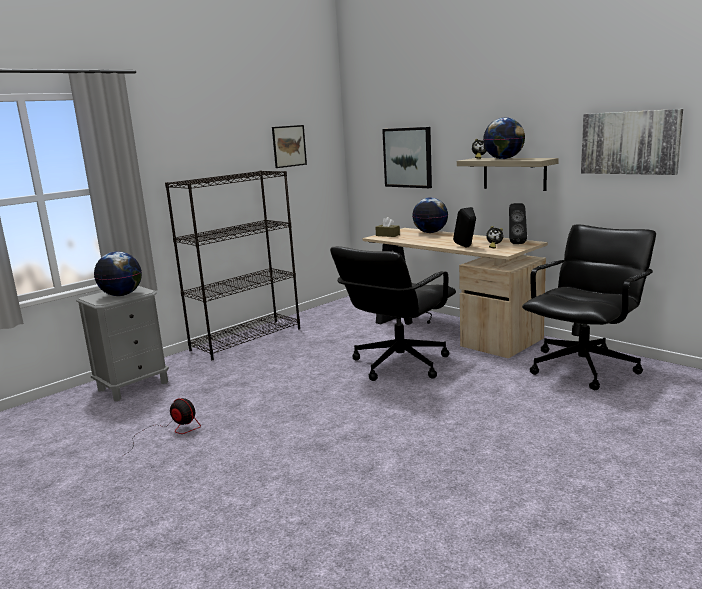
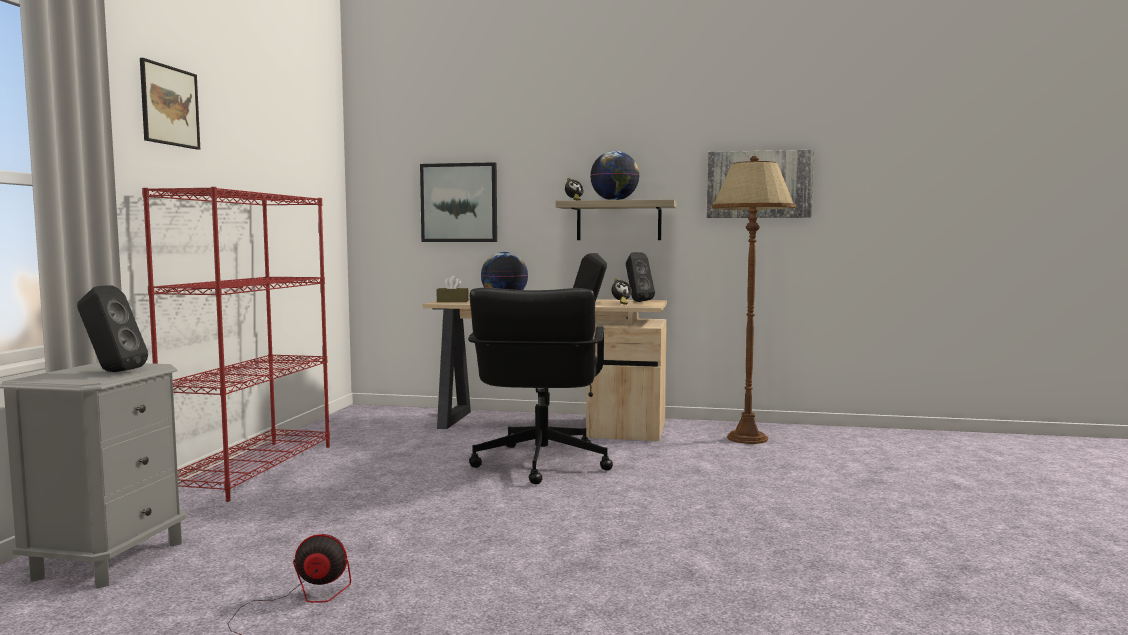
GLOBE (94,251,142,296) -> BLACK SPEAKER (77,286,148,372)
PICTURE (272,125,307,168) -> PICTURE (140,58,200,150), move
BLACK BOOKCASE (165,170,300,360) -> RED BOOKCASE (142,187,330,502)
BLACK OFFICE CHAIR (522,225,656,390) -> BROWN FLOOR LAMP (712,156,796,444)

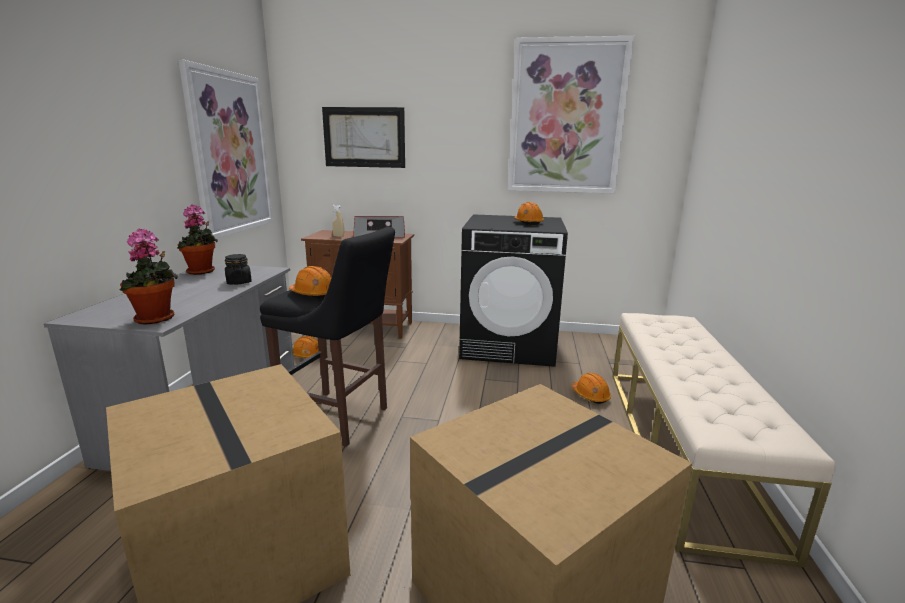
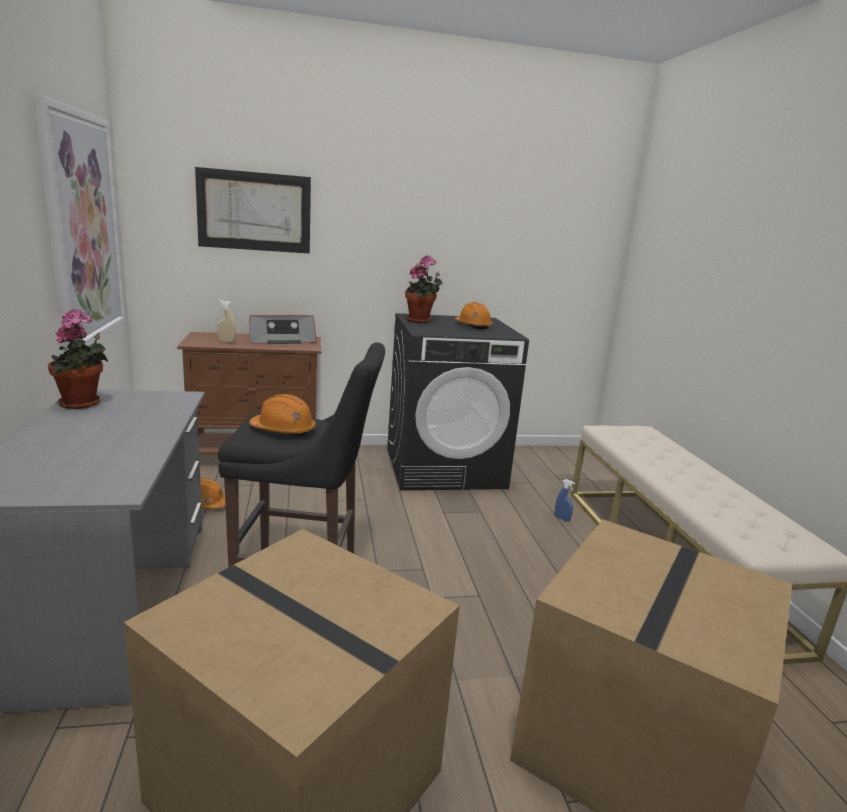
POTTED PLANT (119,229,178,325) -> POTTED PLANT (405,255,443,323), move
ORANGE HARD HAT (571,373,611,404) -> BLUE SPRAY BOTTLE (555,479,575,522)
BLACK JAR (224,254,252,284) -> none
PICTURE (508,36,634,194) -> none

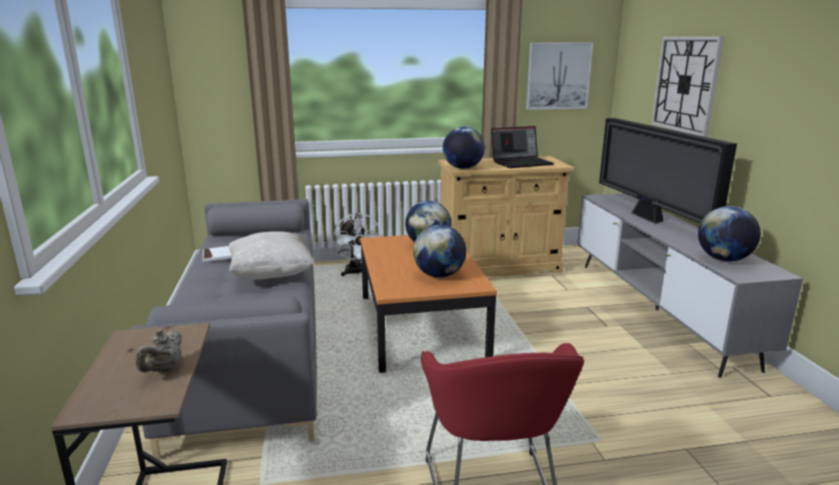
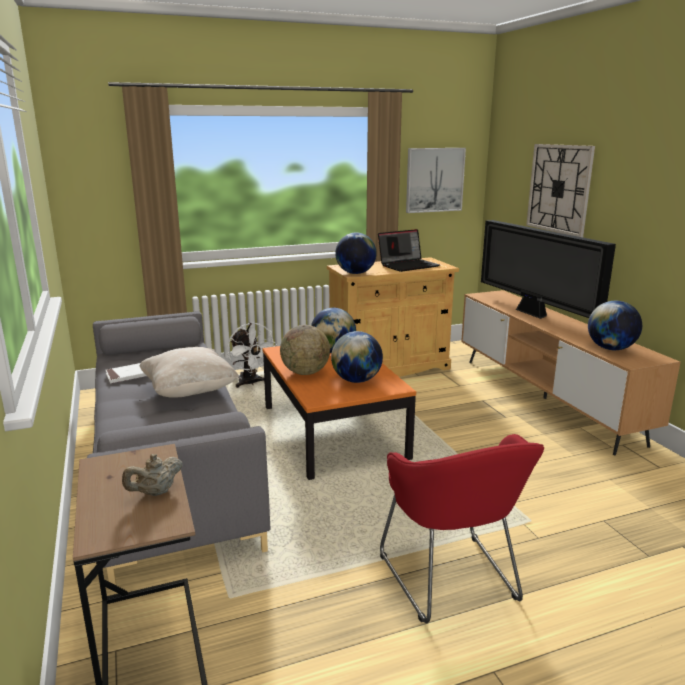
BEIGE TEAPOT (136,329,182,373) -> BEIGE TEAPOT (122,454,183,496), 45 degrees clockwise
none -> GLOBE (280,325,330,375)
GREY TV STAND (577,193,803,378) -> BROWN TV STAND (461,290,680,455)

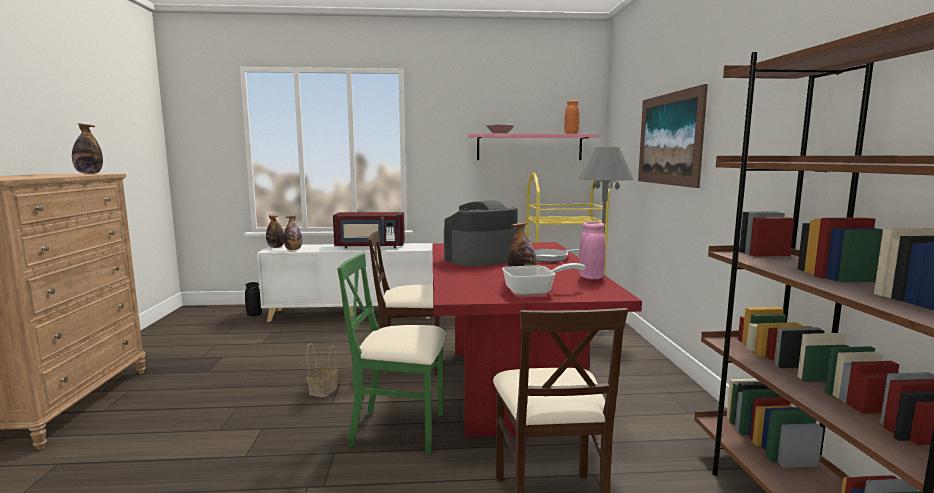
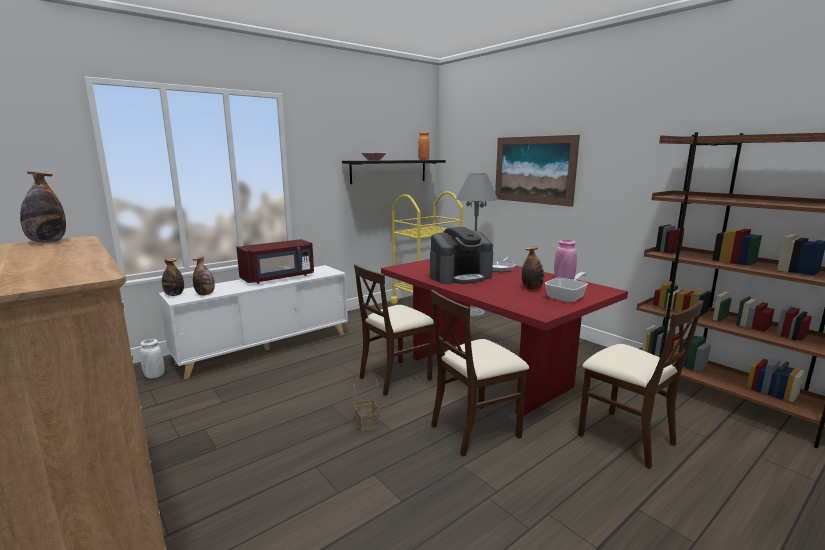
BLACK VASE (245,282,262,316) -> WHITE VASE (140,339,165,378)
PINK SHELF (468,133,600,160) -> BLACK SHELF (342,160,446,184)
COFFEE MACHINE (444,200,518,266) -> COFFEE MACHINE (430,227,493,284), 135 degrees counterclockwise
GREEN CHAIR (337,253,446,455) -> BEIGE CHAIR (431,290,529,457)

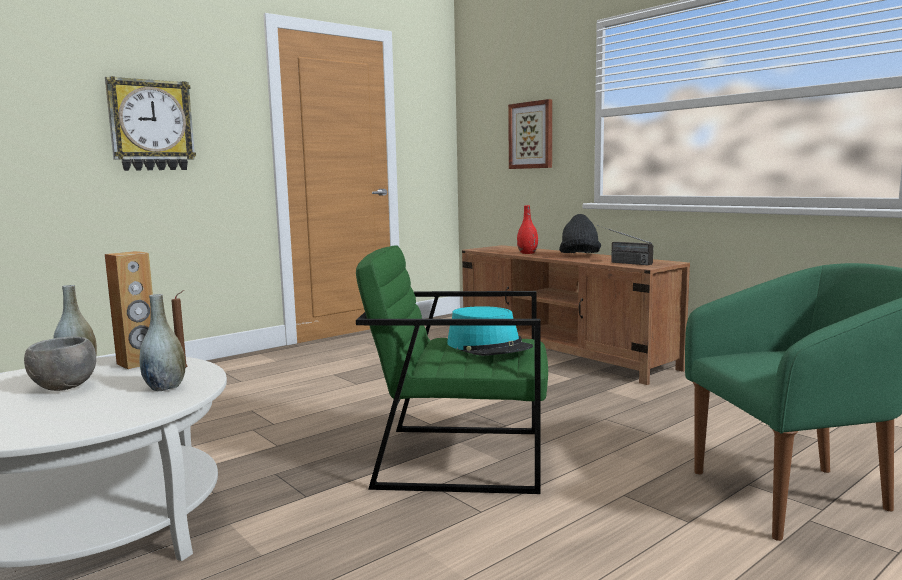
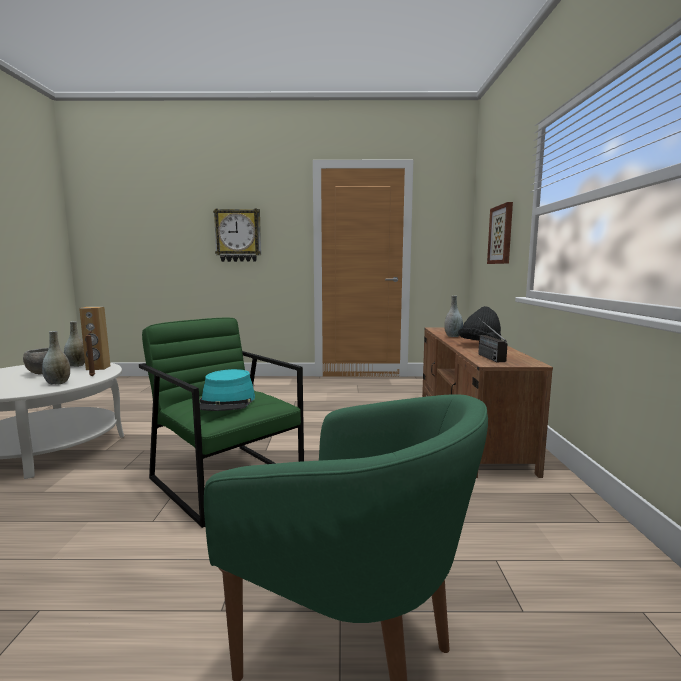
RED VASE (517,205,538,254) -> GREY VASE (444,296,463,337)

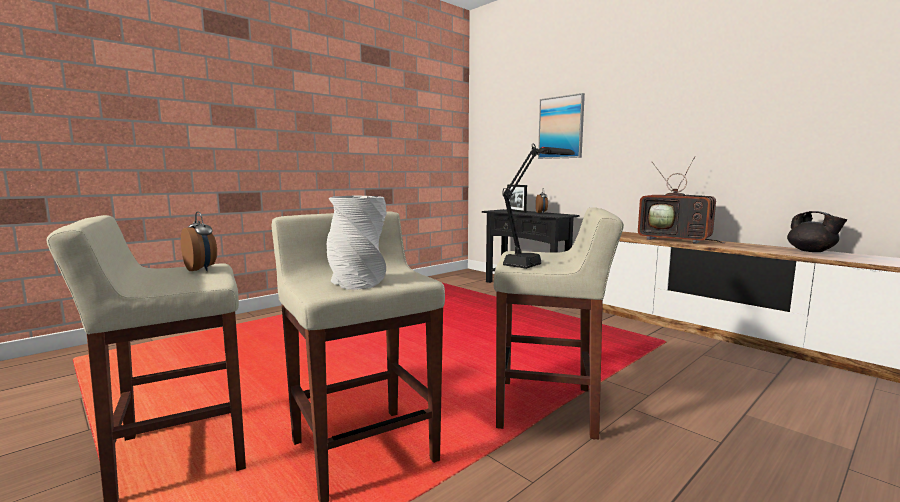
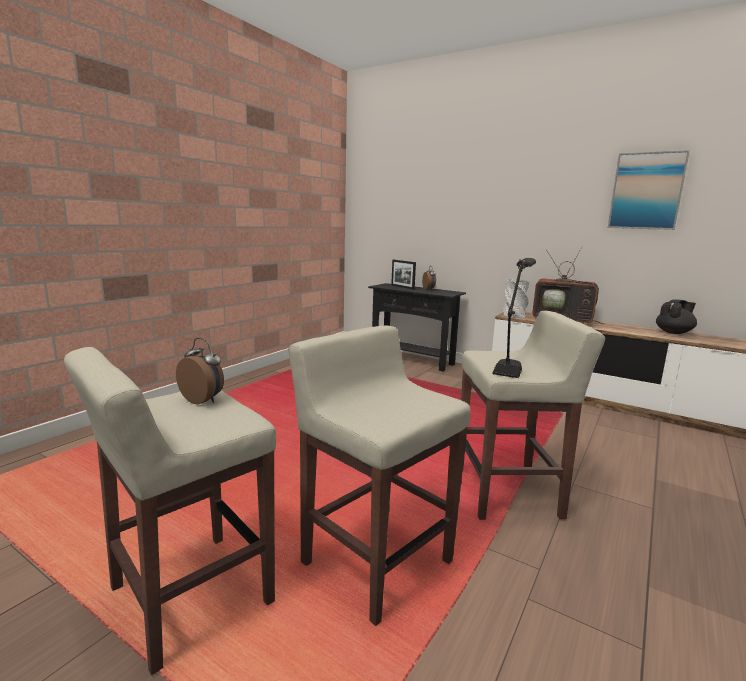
GREY VASE (327,195,387,290) -> GREY VASE (503,279,529,318), move
PICTURE (538,93,585,159) -> PICTURE (608,150,690,230), move
BLACK TEAPOT (787,211,848,252) -> BLACK TEAPOT (656,299,697,334), 75 degrees counterclockwise

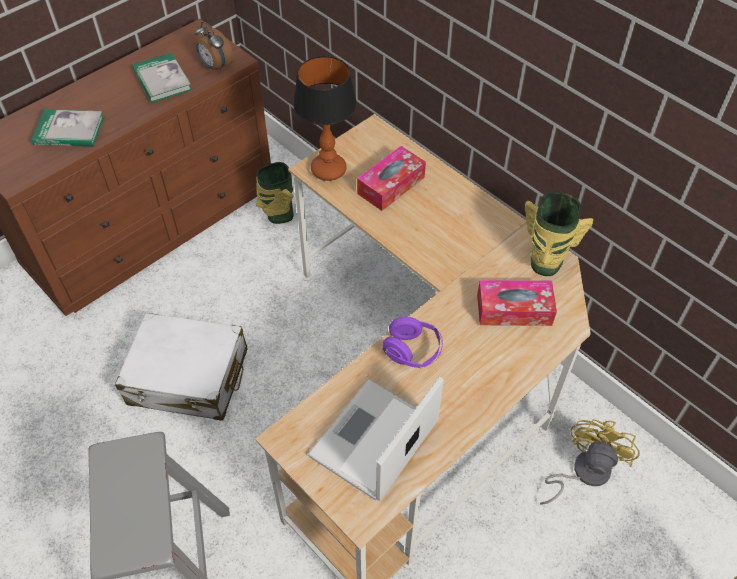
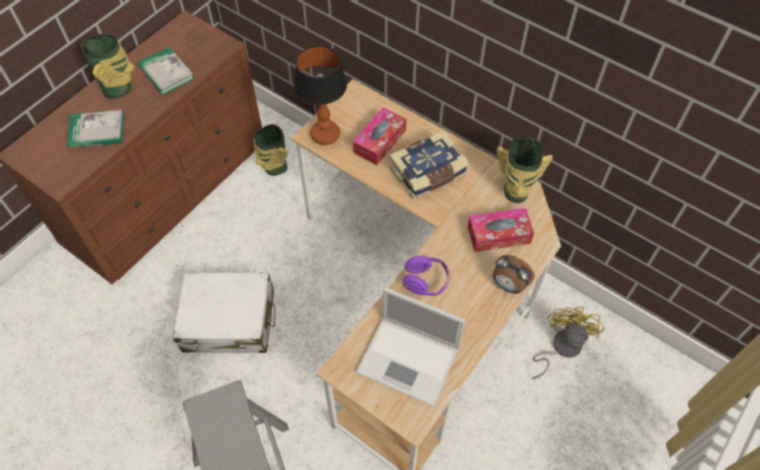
none -> VASE (81,33,135,99)
LAPTOP (308,377,444,501) -> LAPTOP (356,287,466,407), 90 degrees counterclockwise
none -> BOOK (389,130,468,199)
ALARM CLOCK (195,22,233,72) -> ALARM CLOCK (493,255,535,294), move

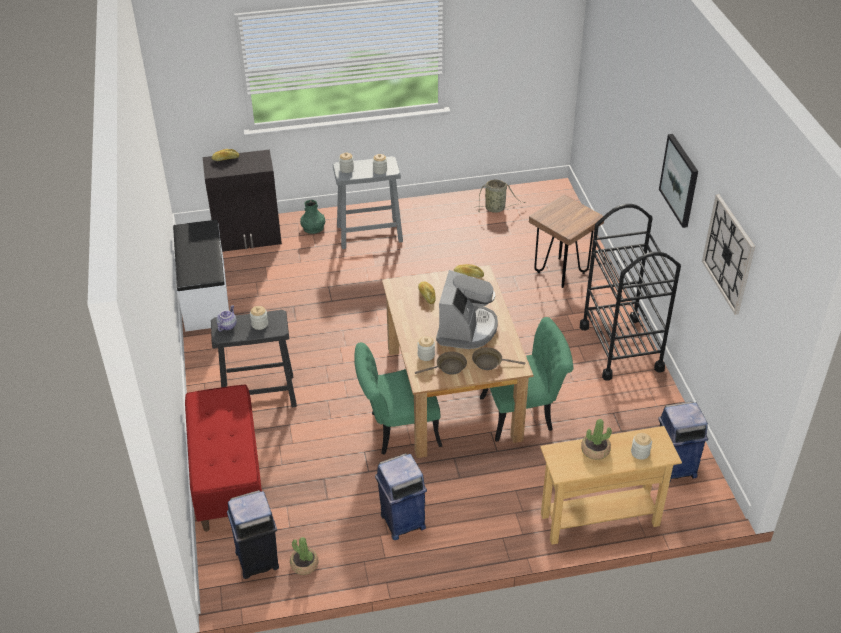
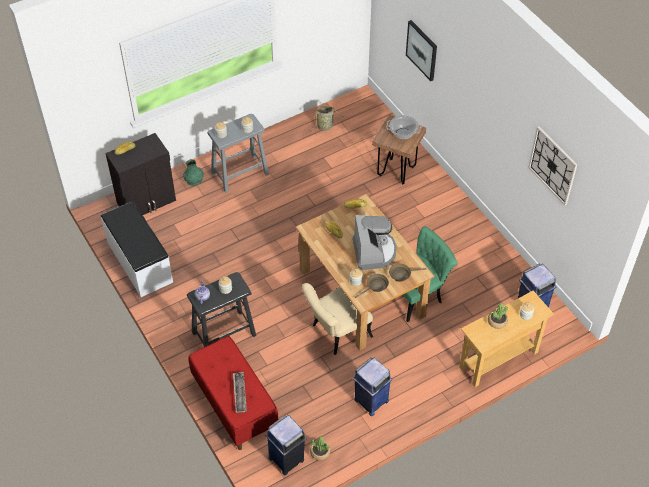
none -> TRAY (233,372,247,413)
GREEN CHAIR (354,342,442,455) -> BEIGE CHAIR (302,283,373,355)
none -> COOKING POT (386,115,421,139)
PICTURE (659,134,698,228) -> PICTURE (406,20,437,81), move
BLACK CART (580,204,681,381) -> none

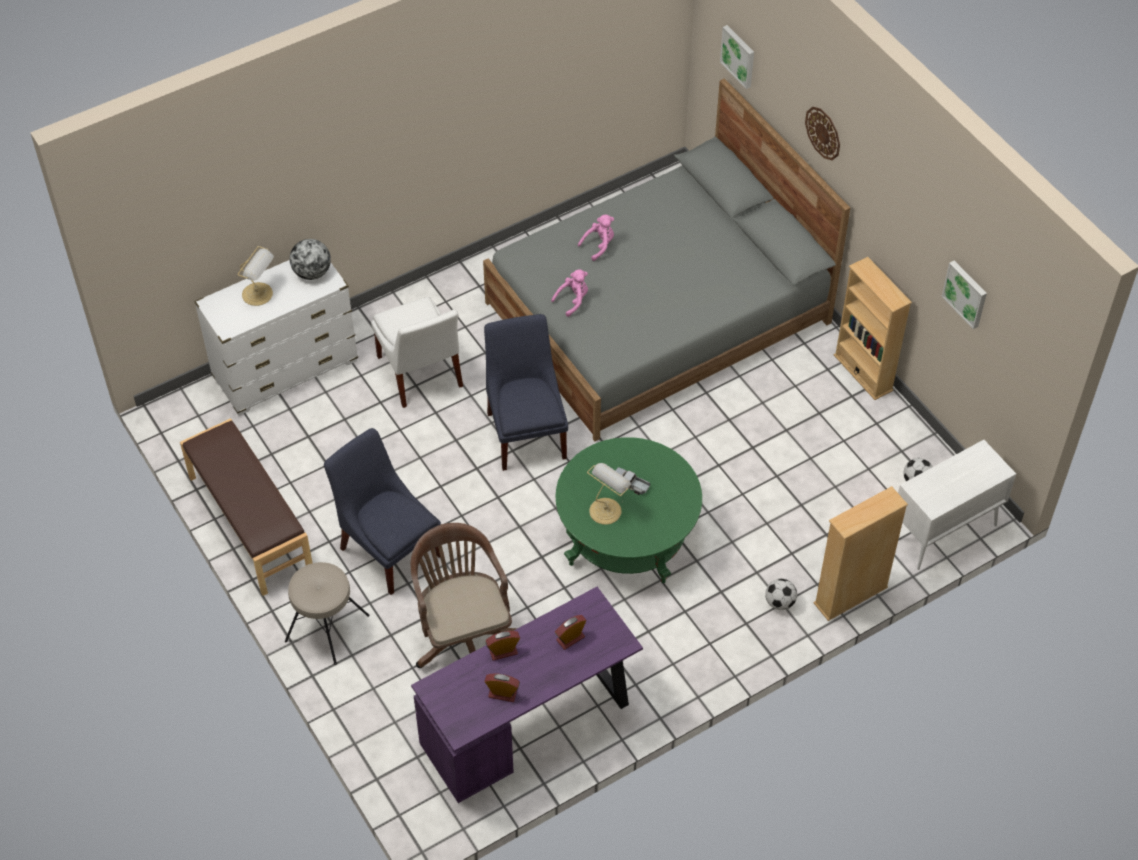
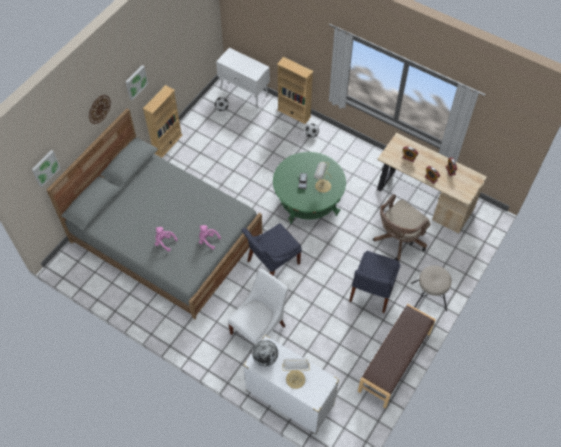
PICTURE (941,261,987,329) -> PICTURE (125,65,148,100), move
PURPLE DESK (411,587,643,803) -> BEIGE DESK (377,133,487,234)

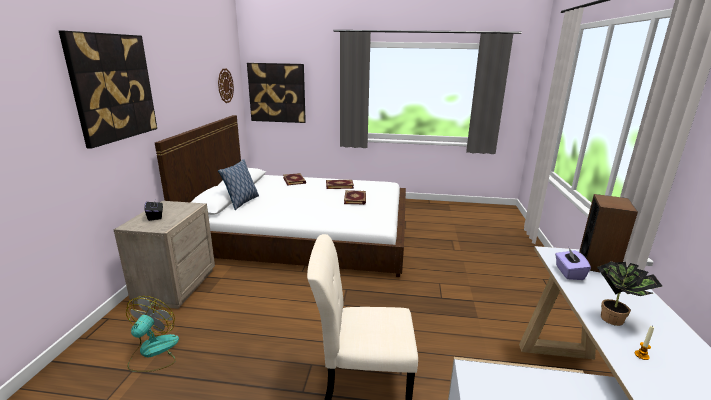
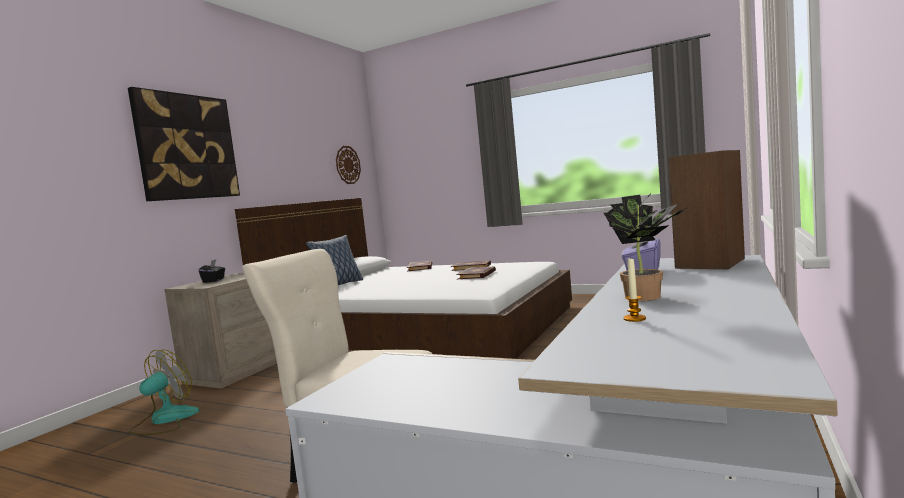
PICTURE (247,63,306,123) -> none

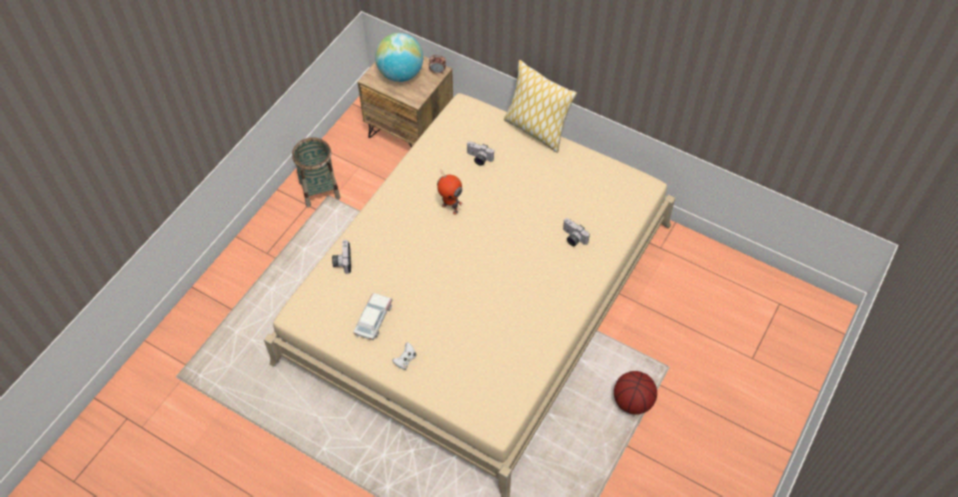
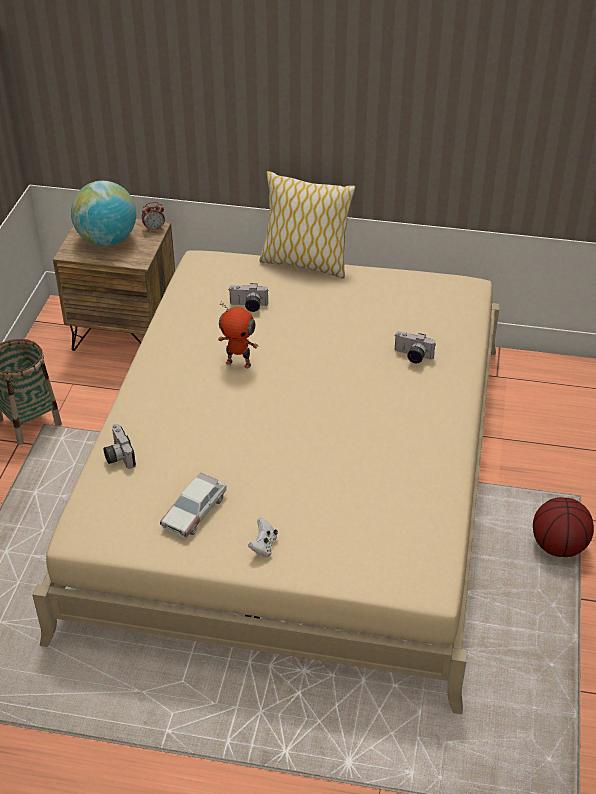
TOY CAR (353,293,392,340) -> TOY CAR (160,473,227,539), 150 degrees counterclockwise

